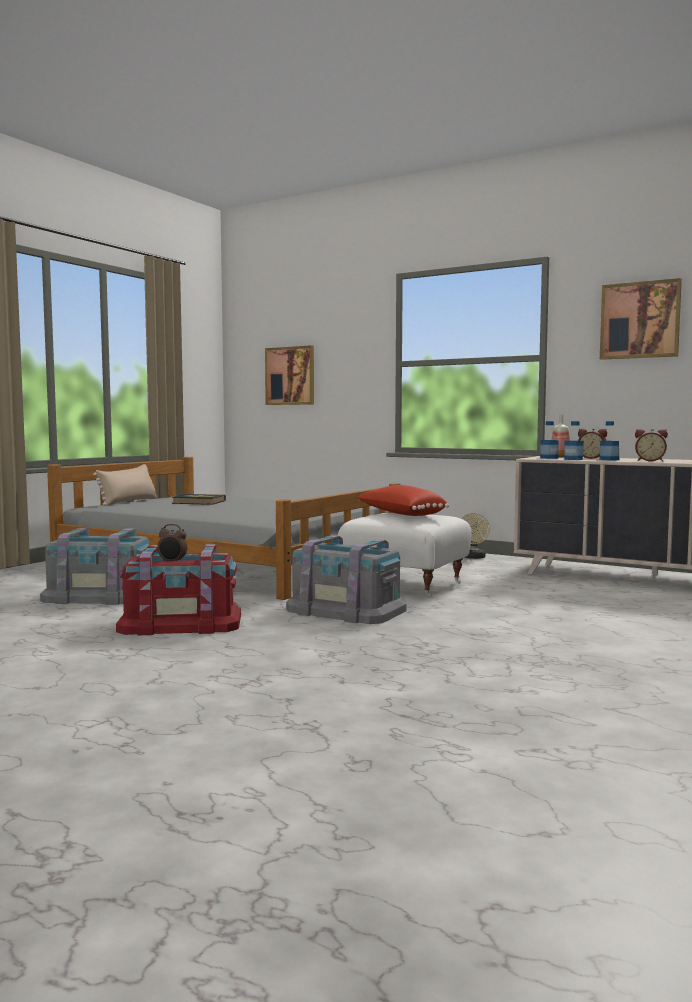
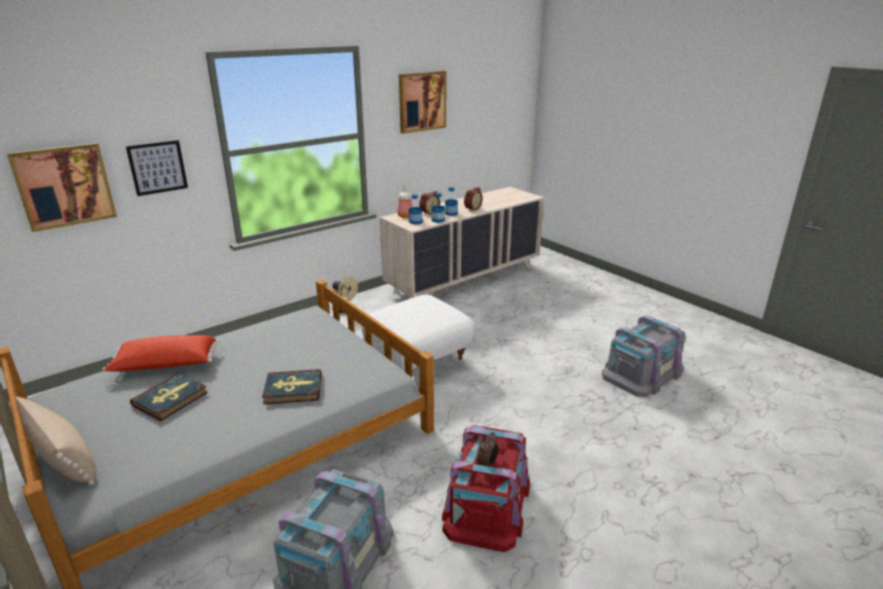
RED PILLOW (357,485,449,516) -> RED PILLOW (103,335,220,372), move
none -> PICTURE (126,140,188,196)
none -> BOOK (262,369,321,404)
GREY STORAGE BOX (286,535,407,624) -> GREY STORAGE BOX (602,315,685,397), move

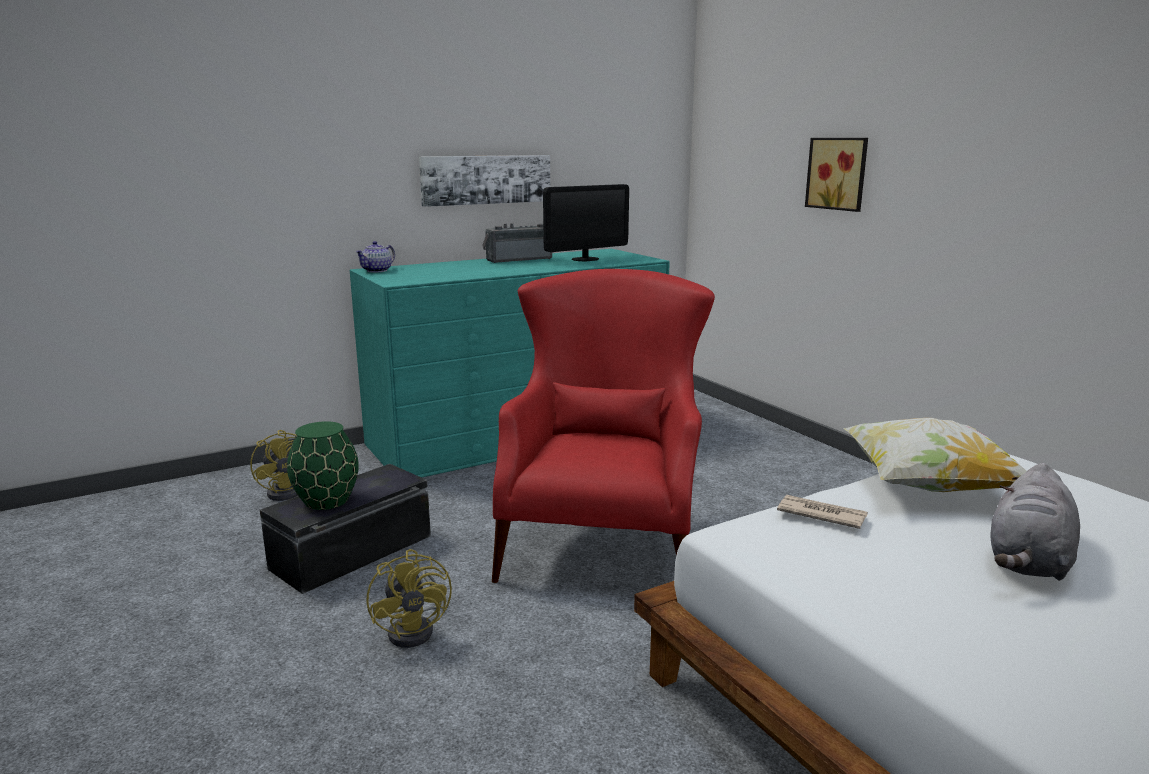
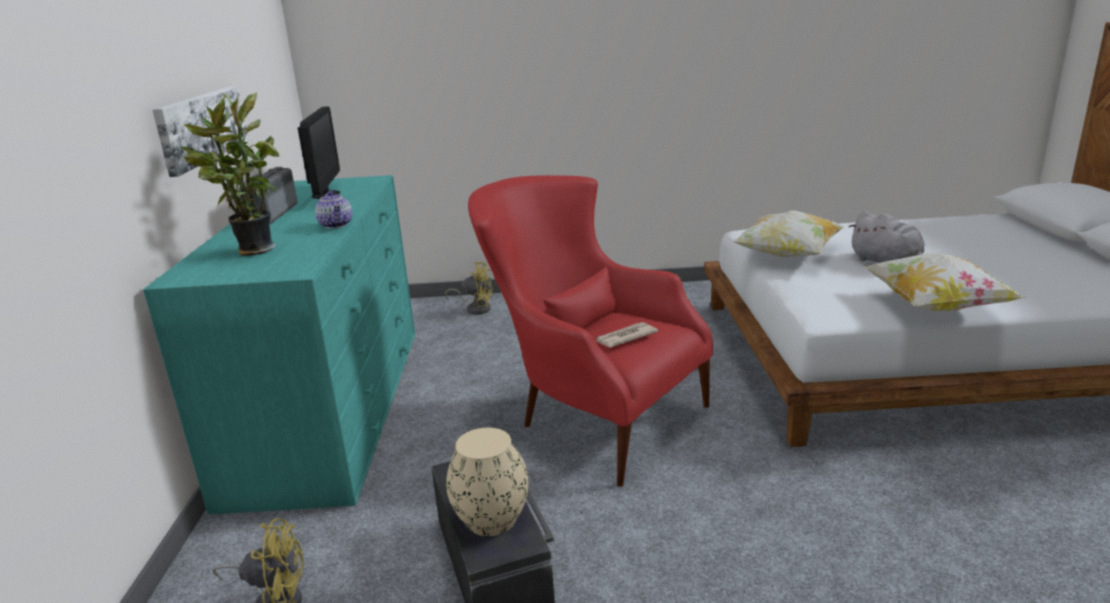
none -> POTTED PLANT (181,93,279,256)
TEAPOT (355,241,395,272) -> TEAPOT (315,191,352,229), move
YELLOW FAN (366,549,452,648) -> YELLOW FAN (445,262,493,315), move
GREEN VASE (287,421,359,510) -> BEIGE VASE (446,428,529,536)
NEWSPAPER (777,495,868,529) -> NEWSPAPER (596,322,658,347), move
none -> PILLOW (863,253,1026,311)
PICTURE (805,138,868,212) -> none

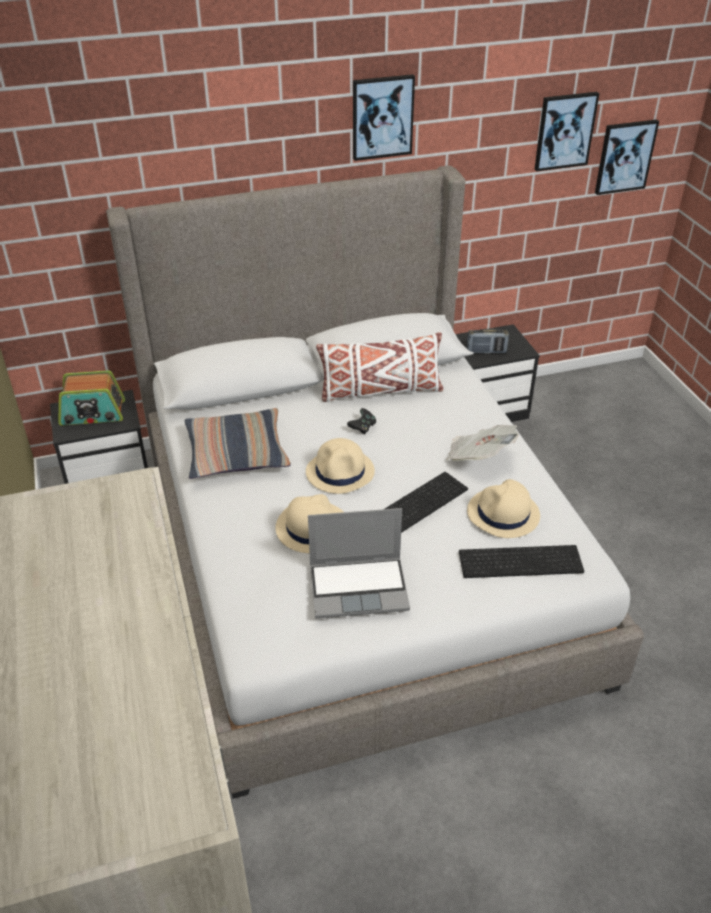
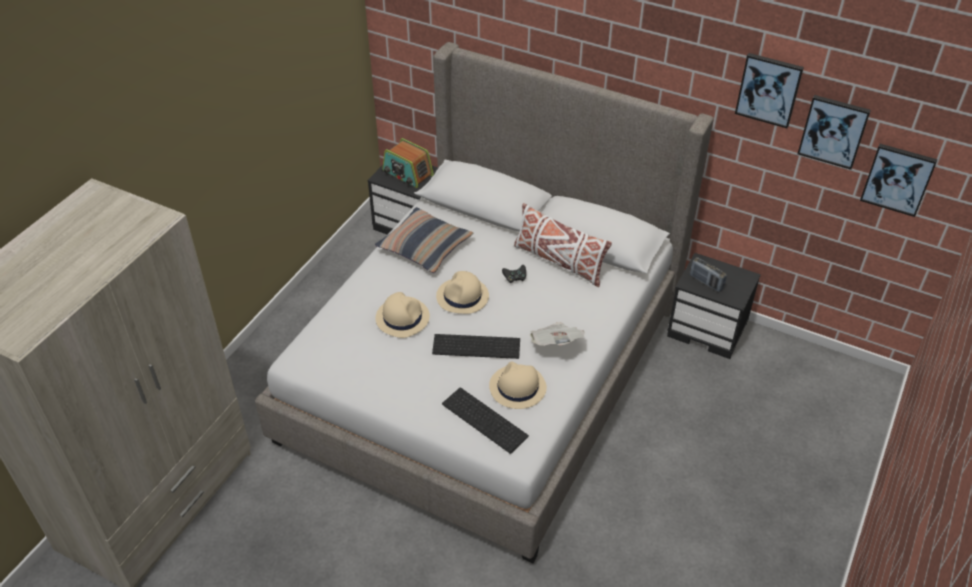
PICTURE (353,74,415,161) -> PICTURE (735,53,804,128), move
LAPTOP (308,508,410,618) -> none

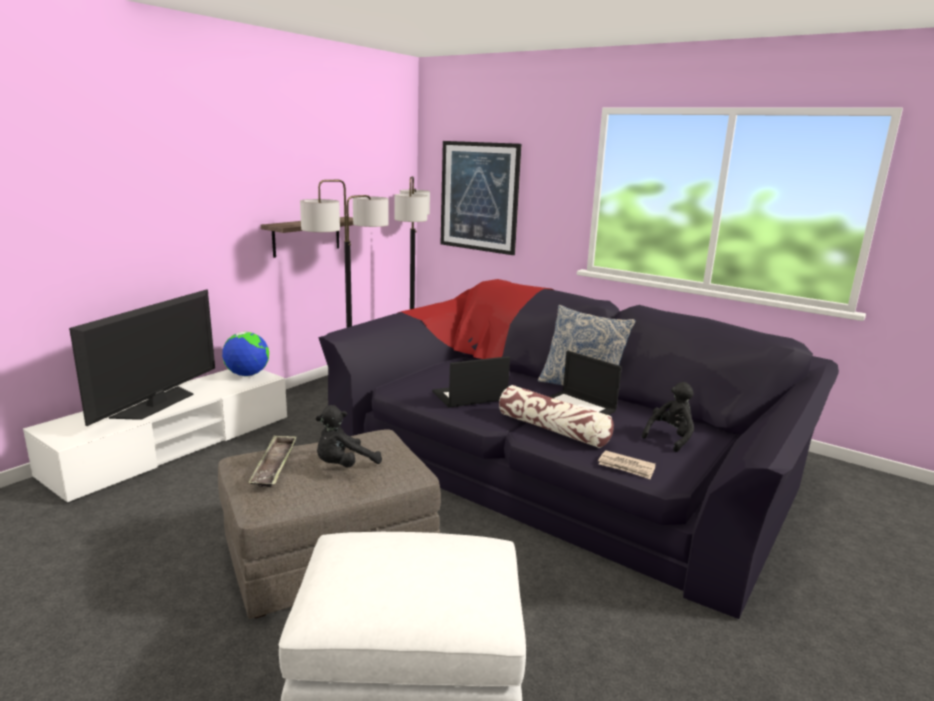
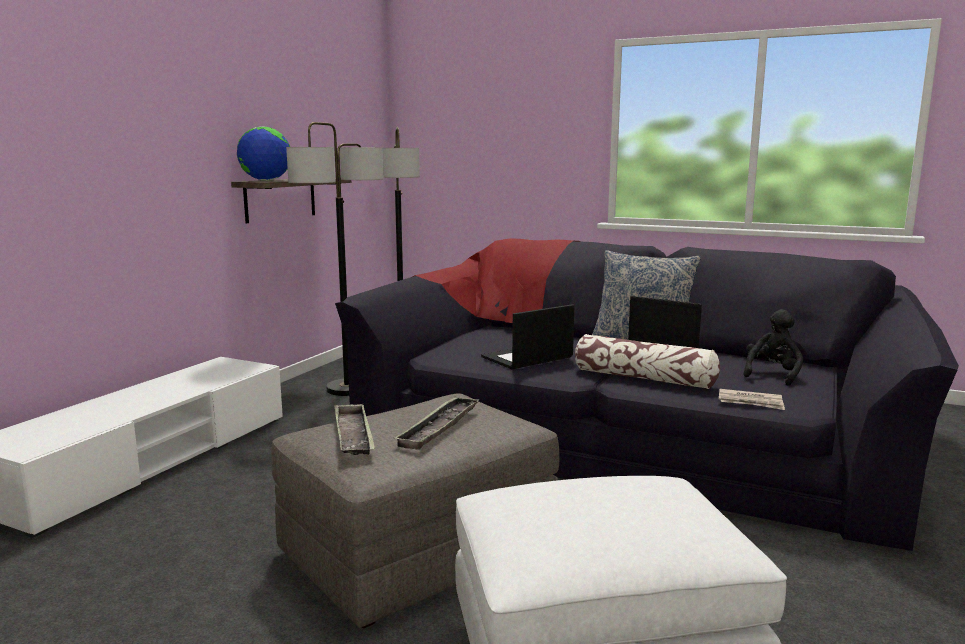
GLOBE (222,332,269,376) -> GLOBE (237,126,290,181), move
BLACK PLUSH TOY (316,405,382,468) -> TRAY (393,397,480,450)
TELEVISION (69,289,215,426) -> none
PICTURE (441,141,522,255) -> none

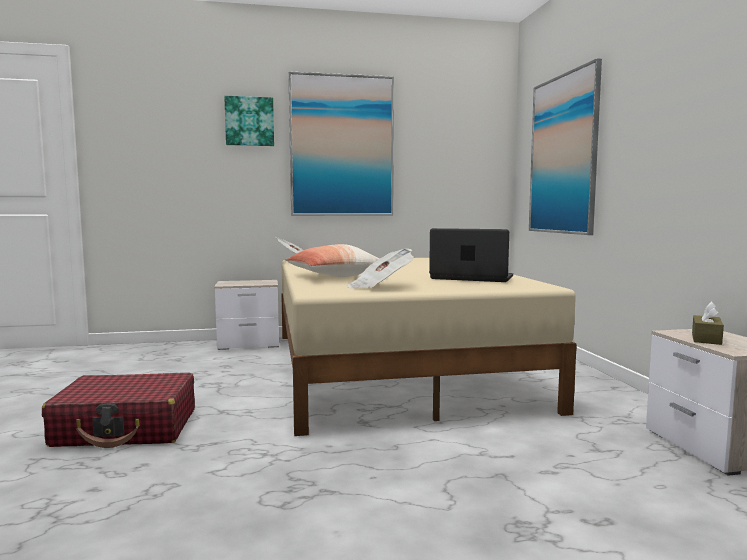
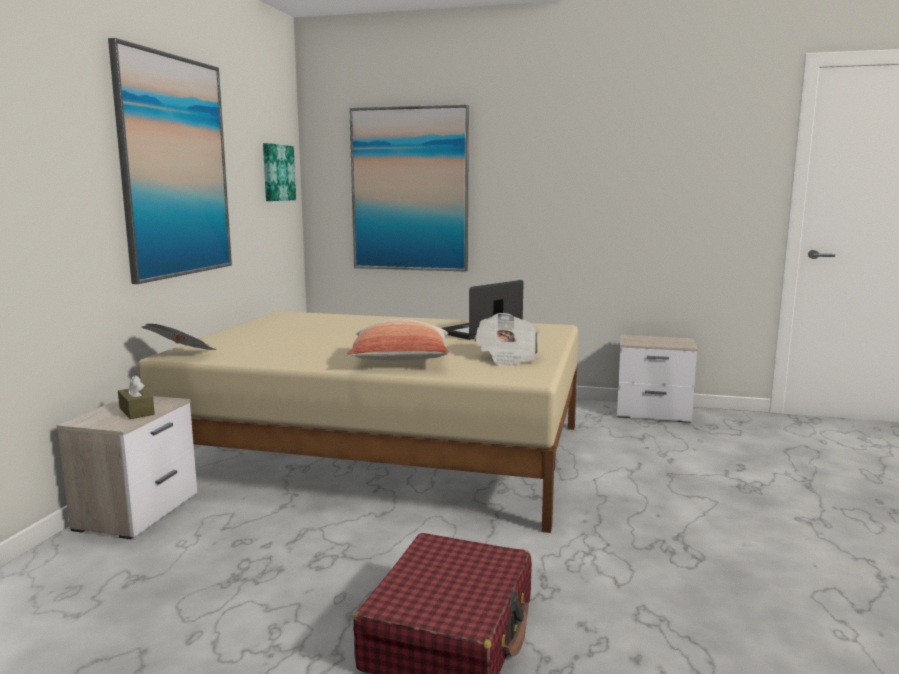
BROWN TISSUE BOX (692,301,724,345) -> BROWN TISSUE BOX (118,375,155,419), move
PICTURE (224,96,274,146) -> PICTURE (263,143,296,201), move

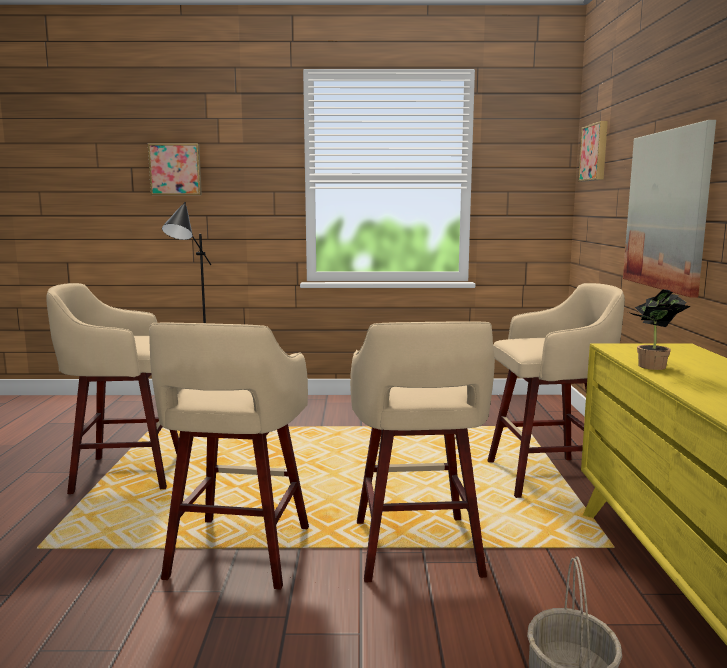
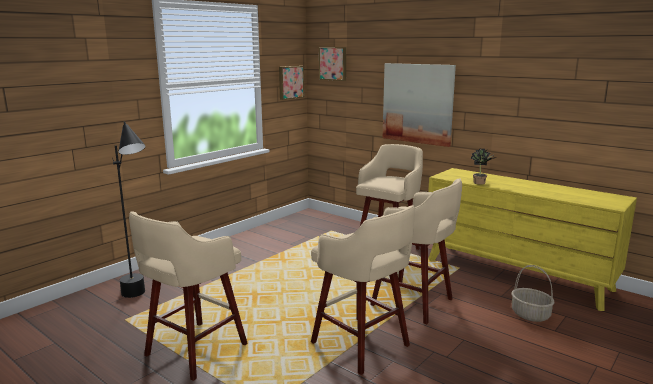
PICTURE (148,144,202,195) -> PICTURE (279,66,304,100), move

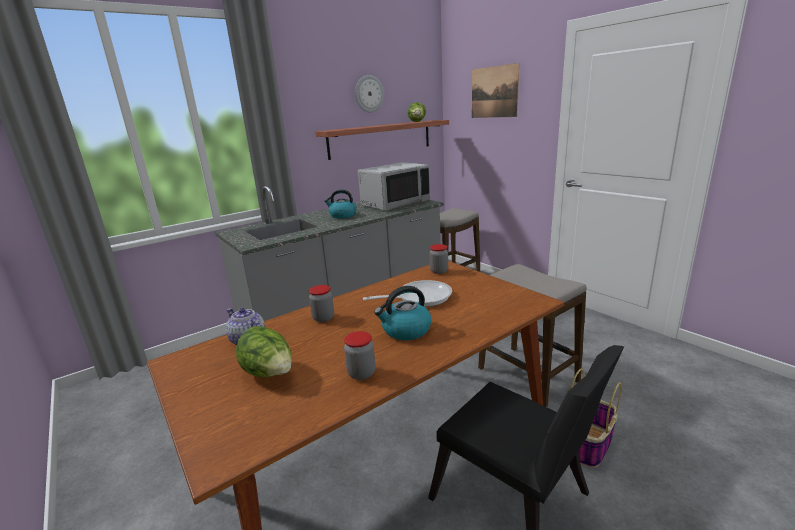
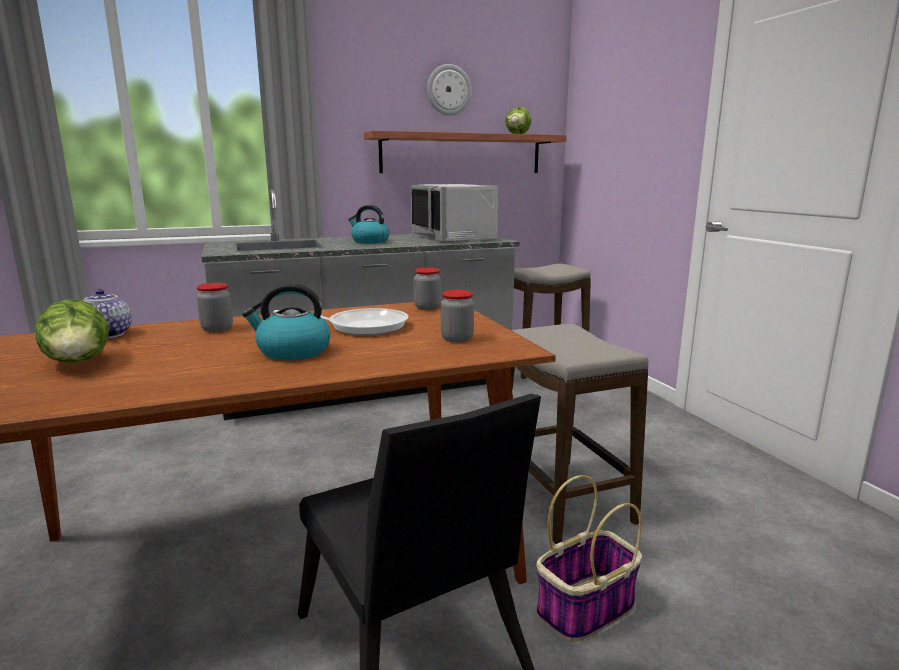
GREY MICROWAVE (358,162,430,210) -> GREY MICROWAVE (411,184,498,242), 90 degrees clockwise
JAR (344,331,375,380) -> JAR (441,290,474,343), move
PICTURE (472,63,520,118) -> none

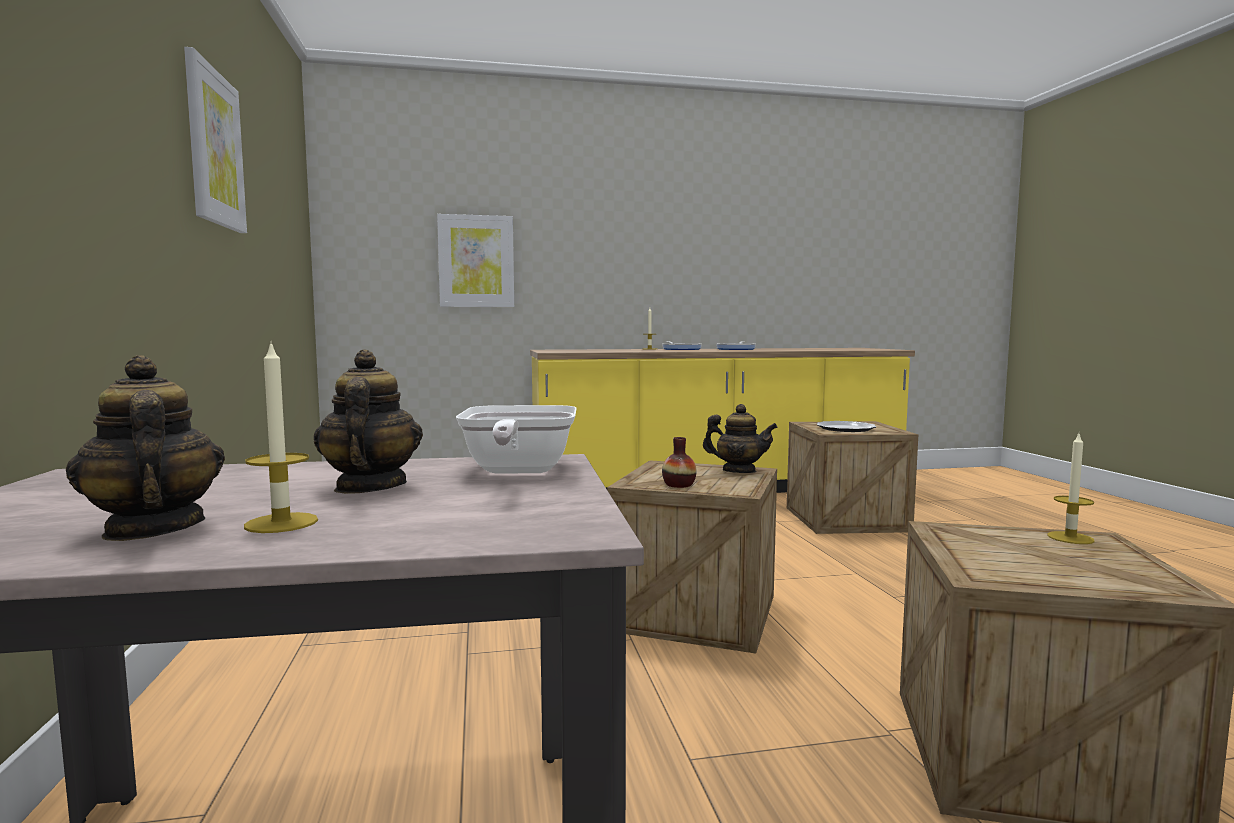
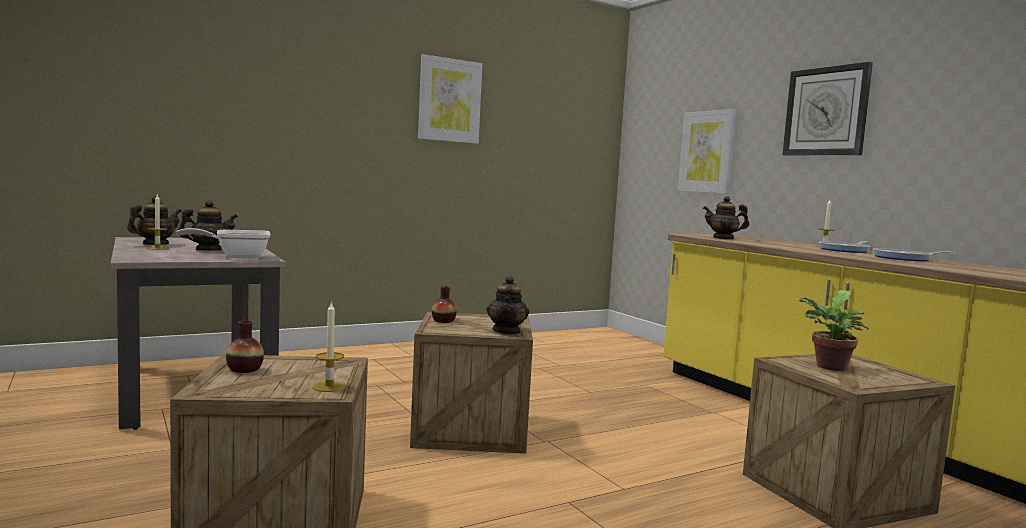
none -> VASE (226,320,264,373)
none -> TEAPOT (703,196,749,239)
none -> WALL CLOCK (783,62,873,155)
PLATE (817,421,876,432) -> POTTED PLANT (799,290,869,371)

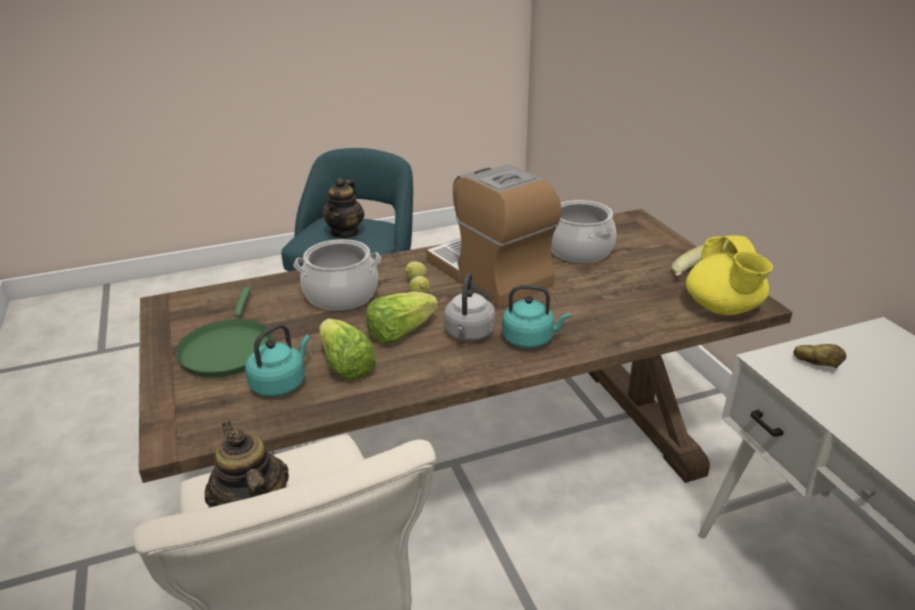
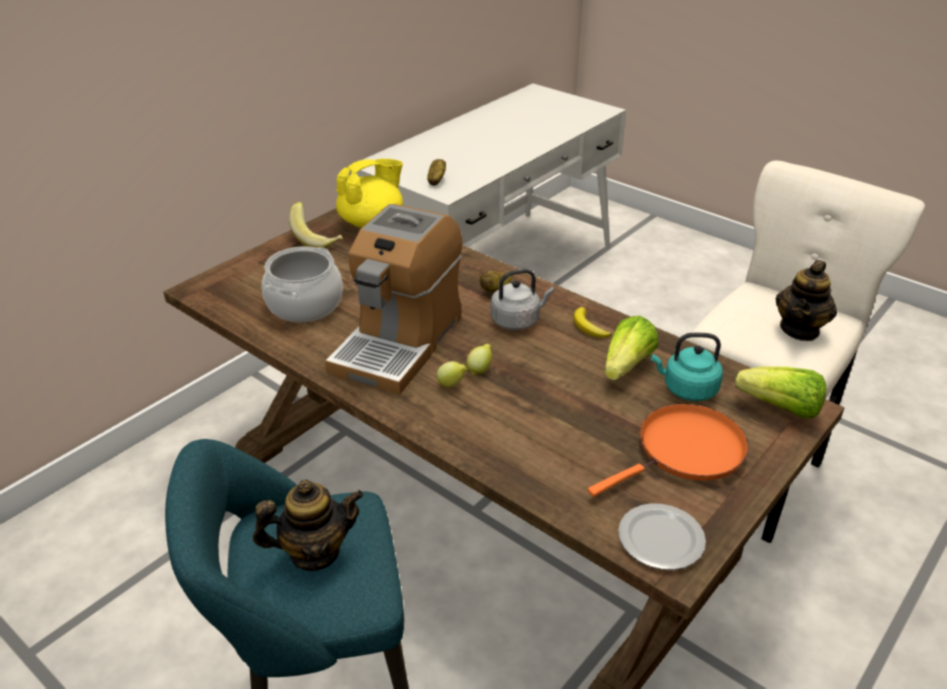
TURQUOISE KETTLE (502,285,570,348) -> POTATO (480,271,512,292)
none -> BANANA (573,307,611,338)
GREEN FRYING PAN (175,287,273,377) -> ORANGE FRYING PAN (588,404,749,497)
none -> PLATE (618,503,706,570)
LETTUCE (366,292,438,344) -> LETTUCE (735,366,826,419), move
COOKING POT (294,239,381,311) -> none

